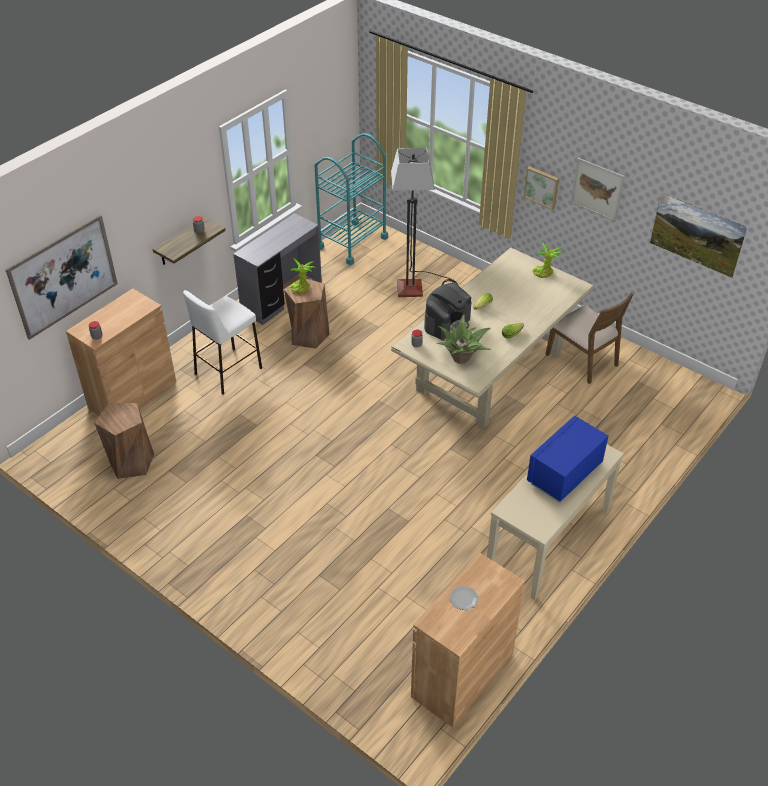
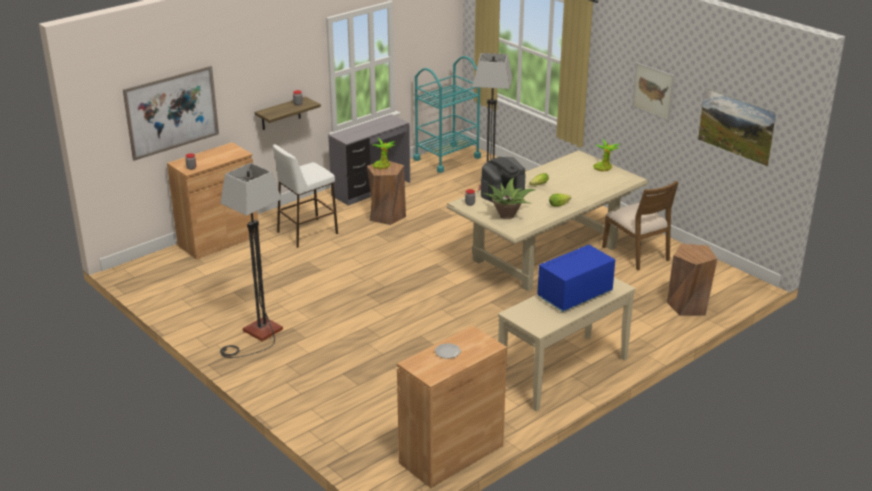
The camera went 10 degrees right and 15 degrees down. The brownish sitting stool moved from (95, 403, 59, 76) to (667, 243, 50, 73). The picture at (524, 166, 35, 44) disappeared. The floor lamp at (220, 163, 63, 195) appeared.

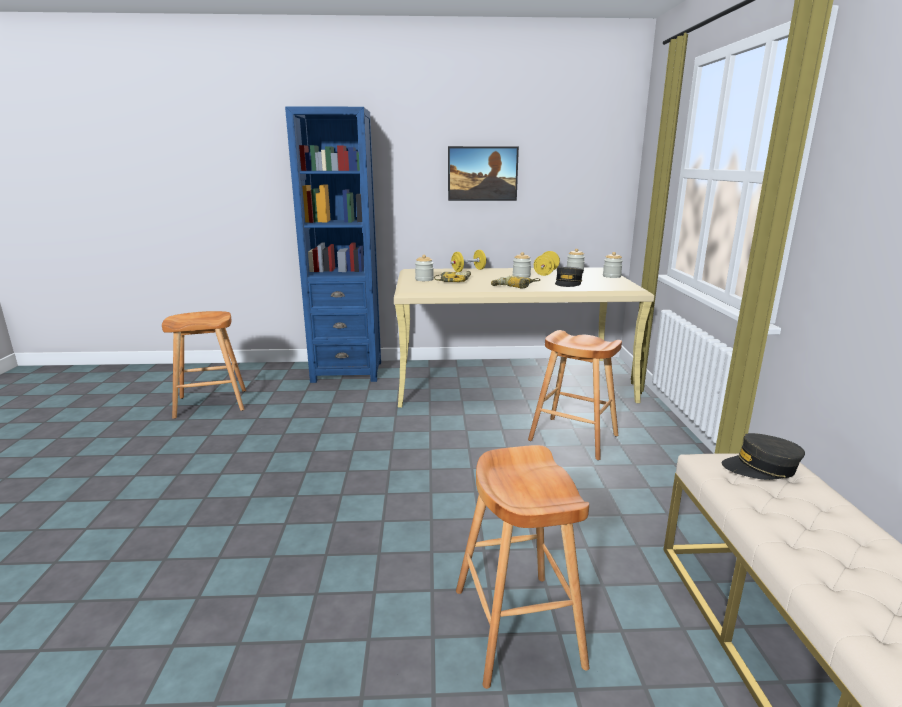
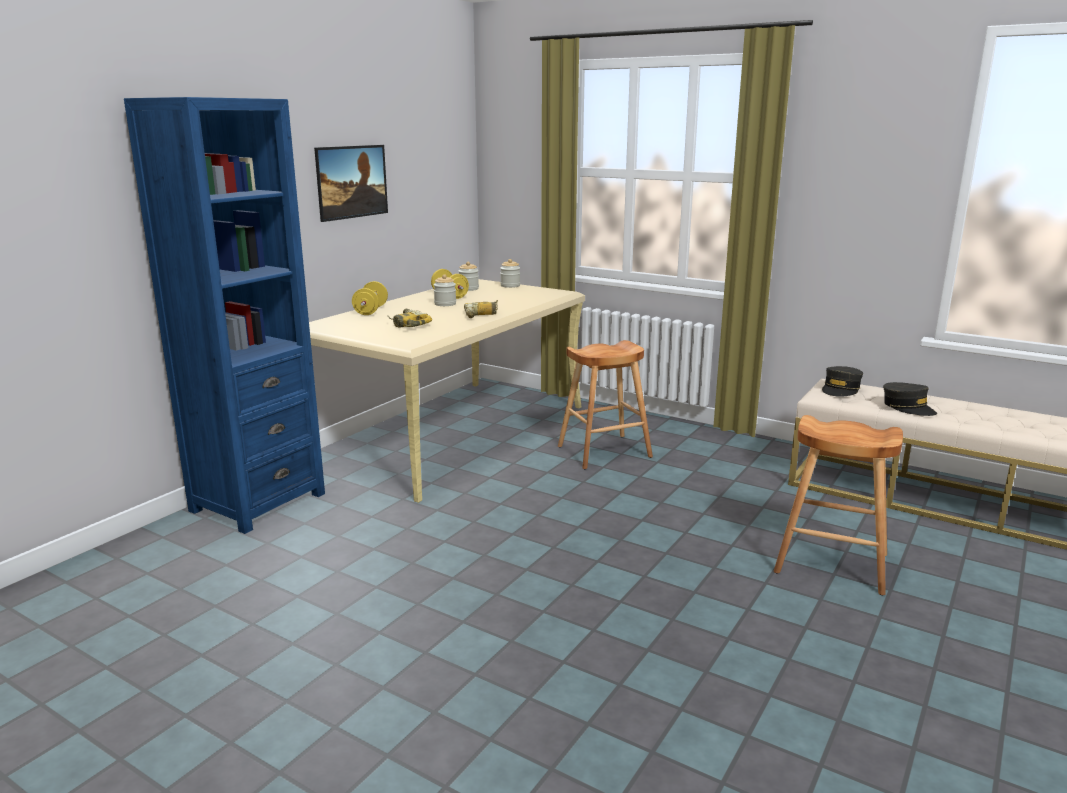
The camera went 55 degrees left and 0 degrees up. The brownish sitting stool at (162, 311, 84, 108) disappeared. The jar at (415, 255, 19, 26) disappeared. The grey cap moved from (555, 267, 28, 20) to (883, 382, 54, 34).

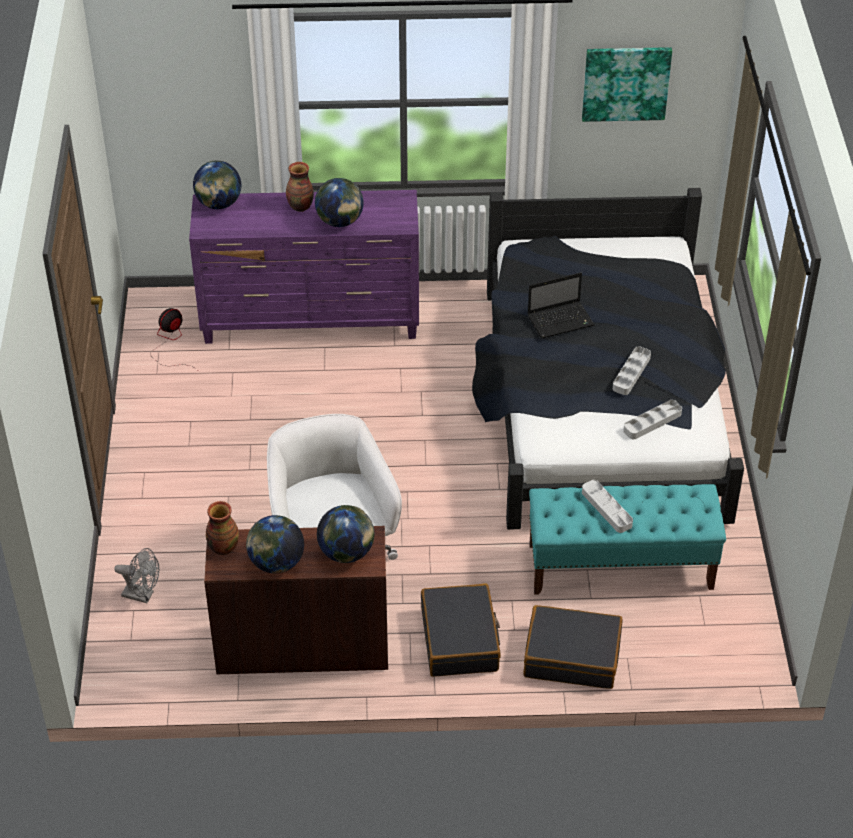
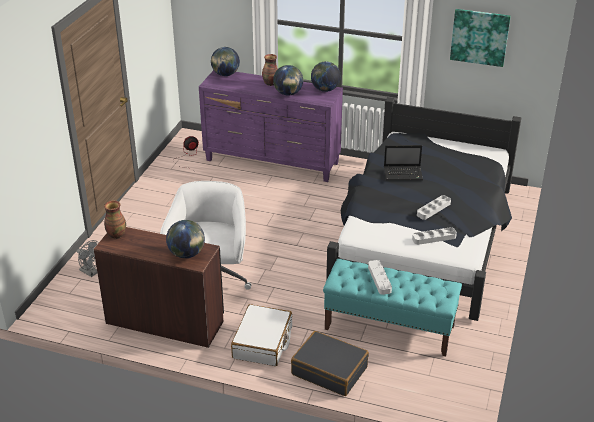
The camera went 20 degrees right and 10 degrees down. The world globe moved from (246, 515, 58, 58) to (311, 61, 30, 31). The black piece of luggage at (421, 583, 80, 94) became the white piece of luggage at (231, 304, 61, 62).

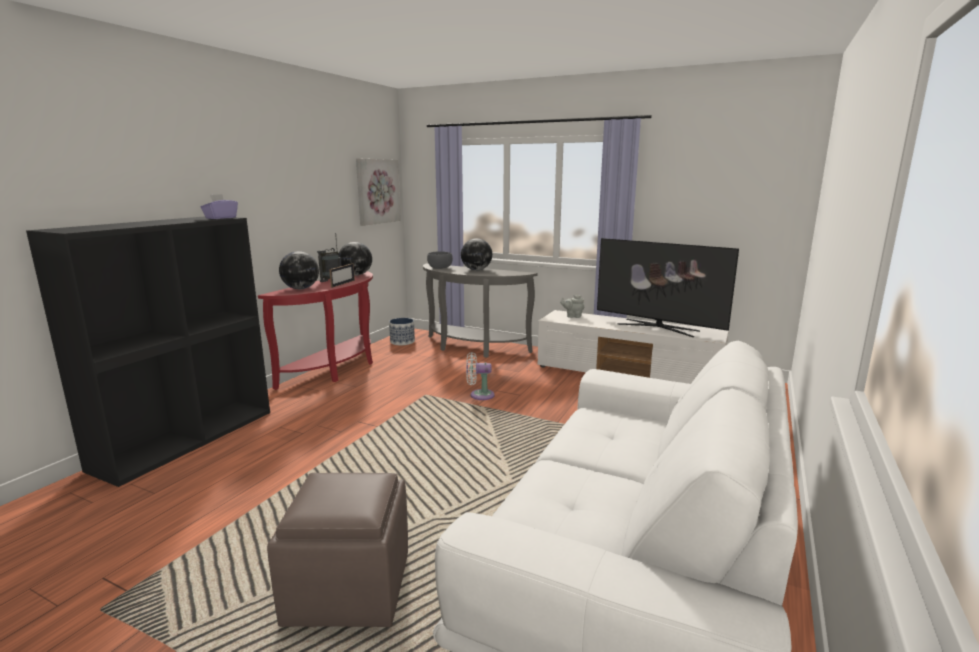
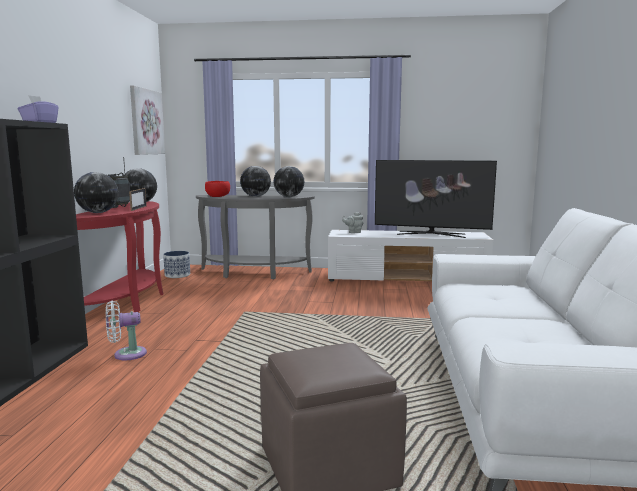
The camera went 20 degrees left and 5 degrees down. The grey serving bowl at (427, 251, 26, 18) became the red-coloured serving bowl at (205, 181, 25, 16). The white cooling fan moved from (466, 352, 29, 48) to (106, 301, 41, 59). The world globe at (274, 166, 30, 31) appeared.

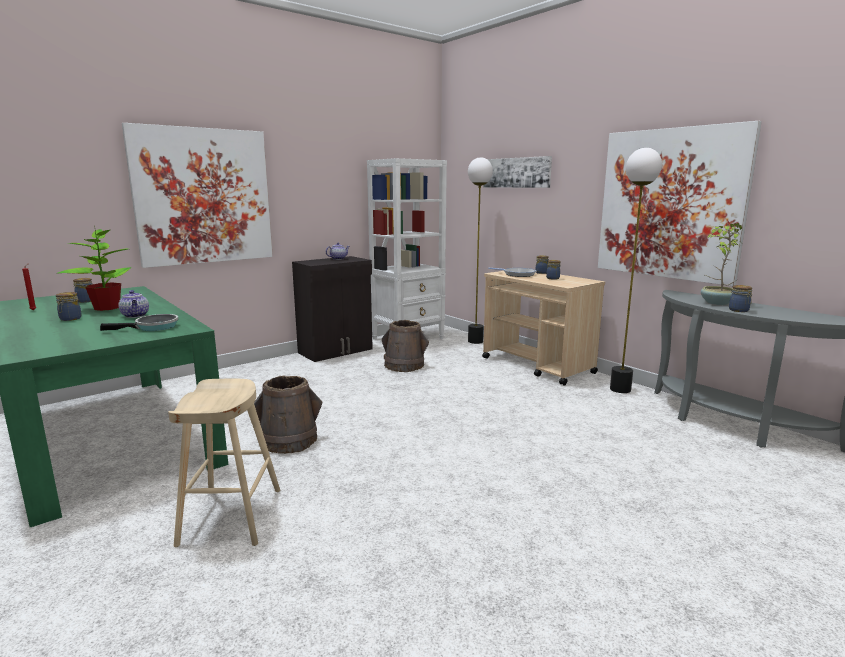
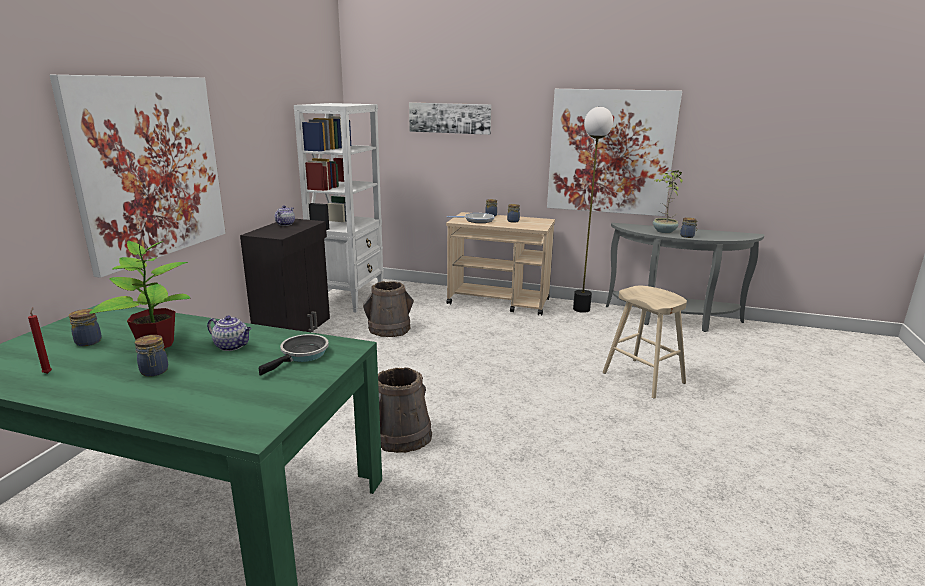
The camera went 35 degrees left and 5 degrees up. The beige-coloured sitting stool moved from (168, 379, 112, 168) to (603, 286, 84, 113). The floor lamp at (468, 157, 25, 187) disappeared.

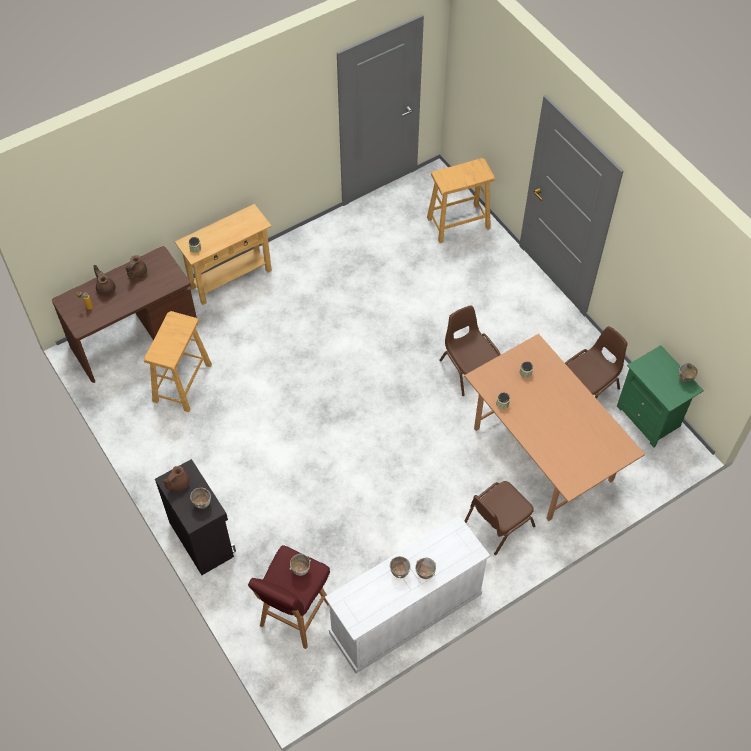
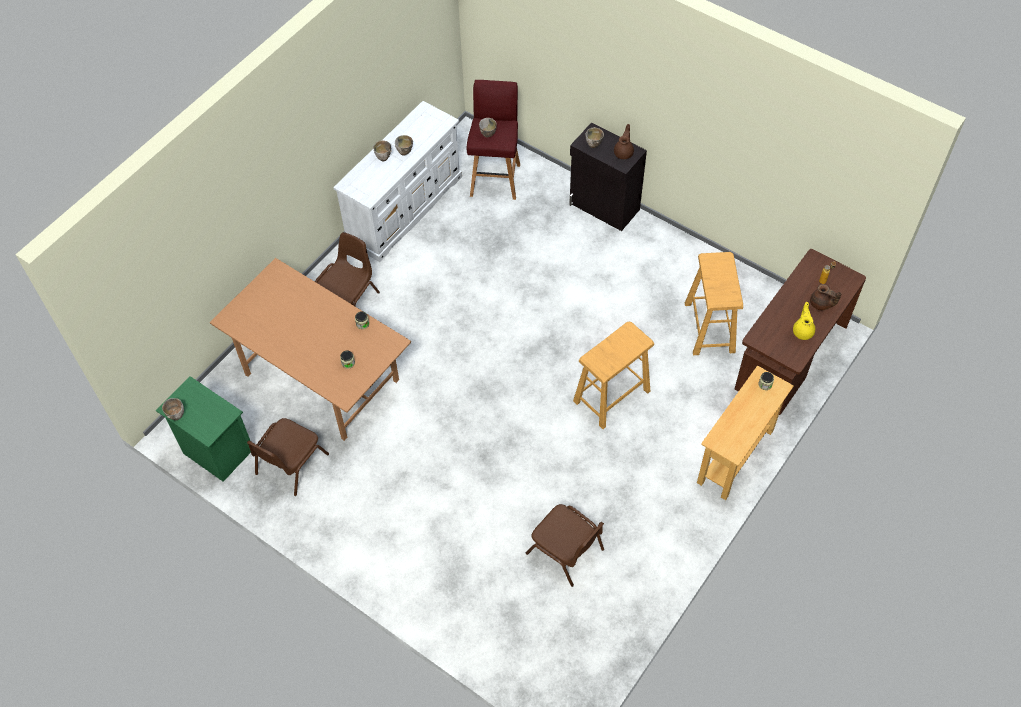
The camera went 160 degrees right and 0 degrees up. The brownish pot for tea at (126, 255, 21, 24) became the yellow pot for tea at (793, 302, 22, 38). The beige-coloured sitting stool moved from (427, 158, 68, 85) to (573, 321, 81, 108). The brownish upright chair moved from (439, 305, 62, 91) to (526, 504, 78, 83).

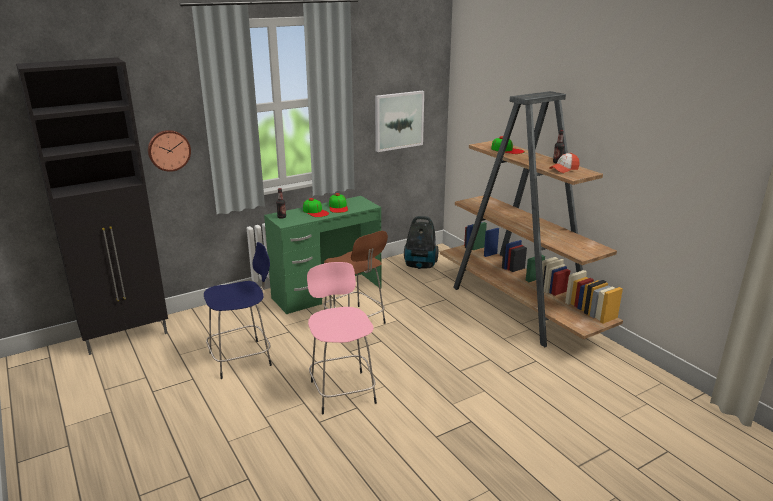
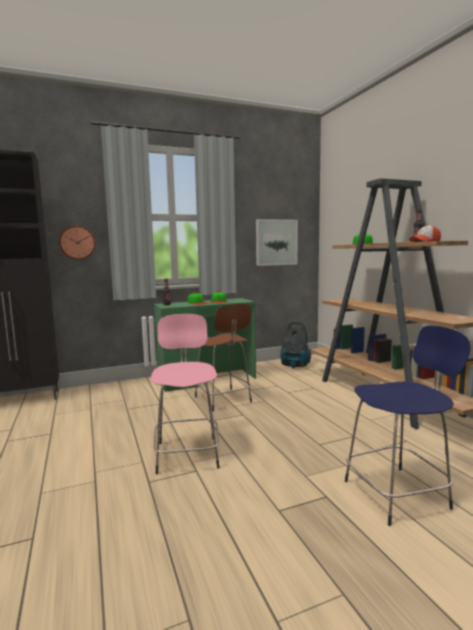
The camera went 10 degrees right and 15 degrees down. The blue sitting stool moved from (204, 242, 68, 137) to (345, 326, 126, 200).

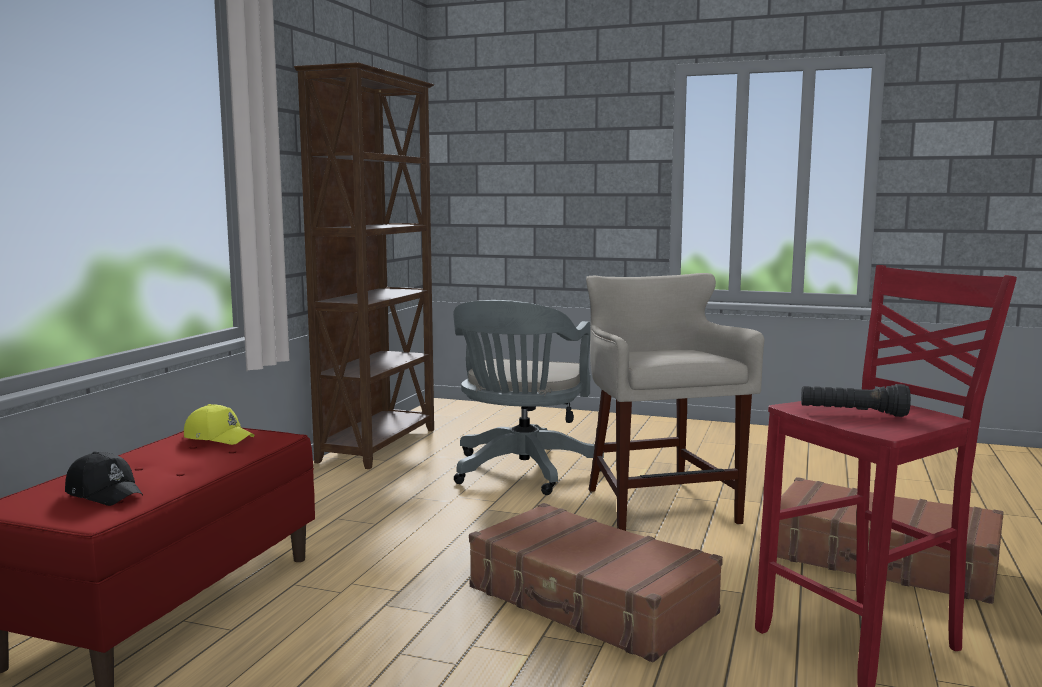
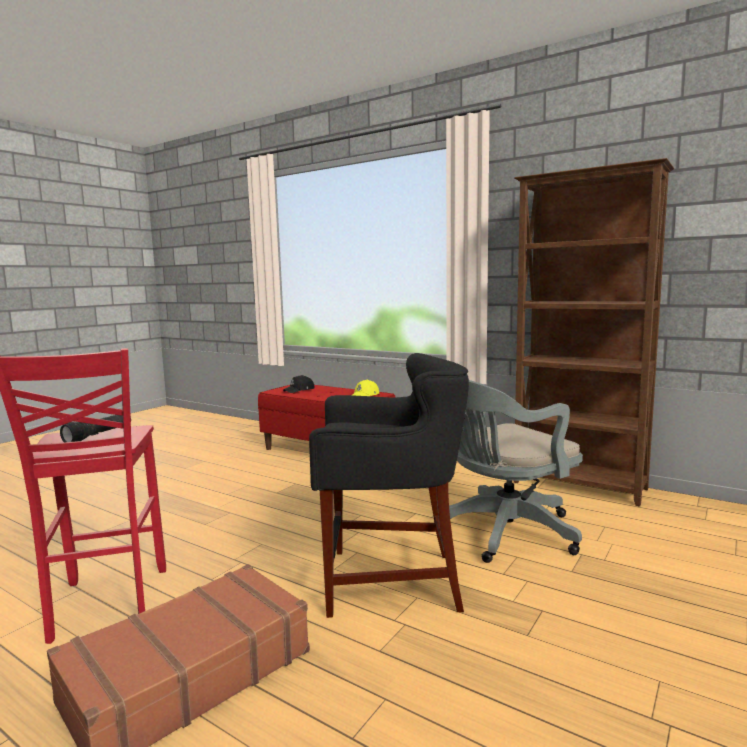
The camera went 105 degrees right and 0 degrees up. The grey office chair at (453, 300, 151, 195) turned 60 degrees counterclockwise. The brownish piece of luggage at (469, 503, 254, 159) disappeared. The beige-coloured sitting stool at (586, 273, 179, 258) became the black sitting stool at (309, 353, 160, 265).

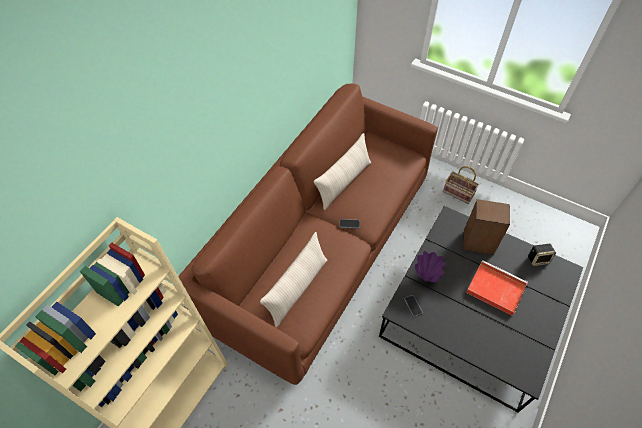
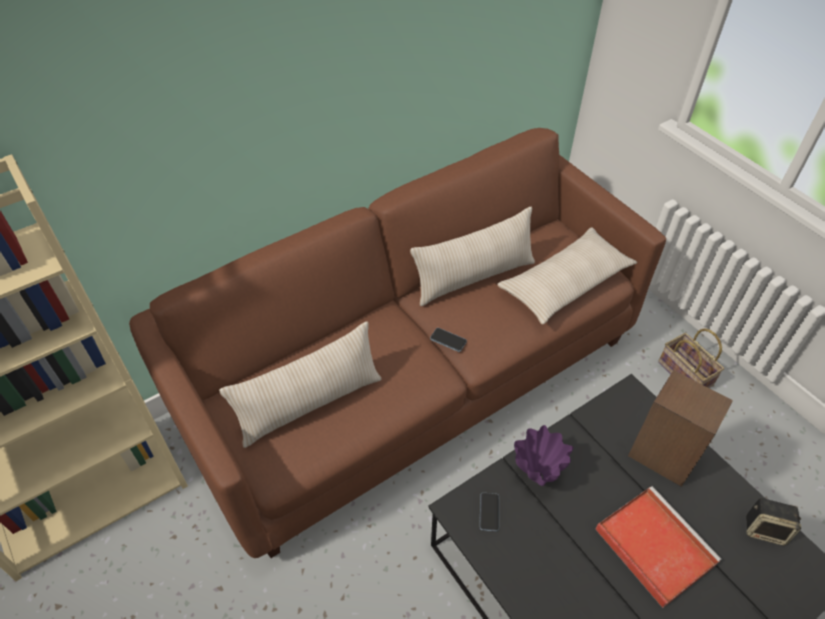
The camera went 25 degrees right and 5 degrees down. The beige-coloured throw pillow at (497, 227, 140, 98) appeared.

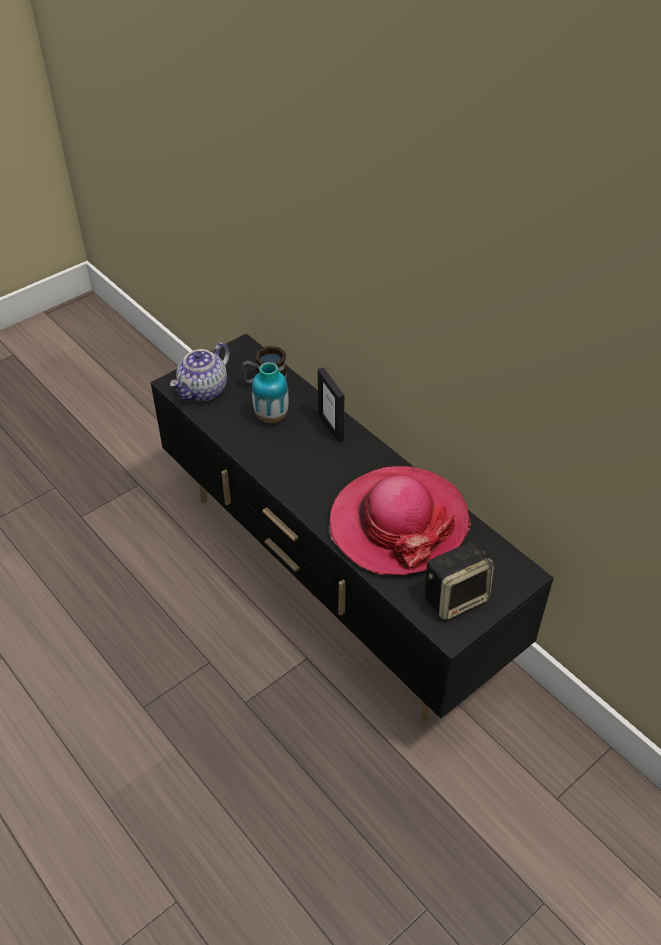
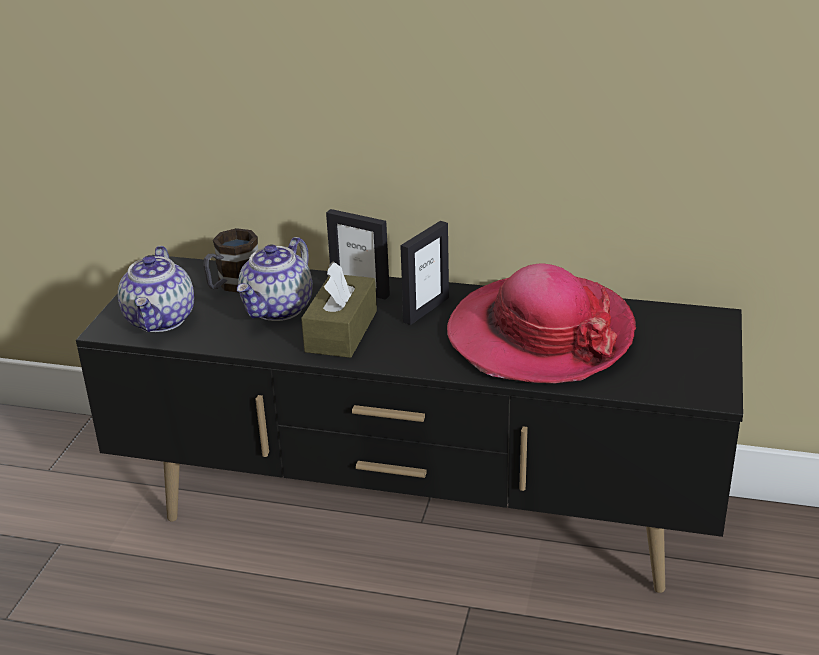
The camera went 35 degrees left and 15 degrees down. The flower vase at (252, 362, 37, 61) was replaced by the pot for tea at (237, 237, 75, 84). The speaker at (425, 542, 69, 78) disappeared. The brownish tissue box at (301, 262, 76, 96) appeared. The photo frame at (400, 221, 49, 104) appeared.

